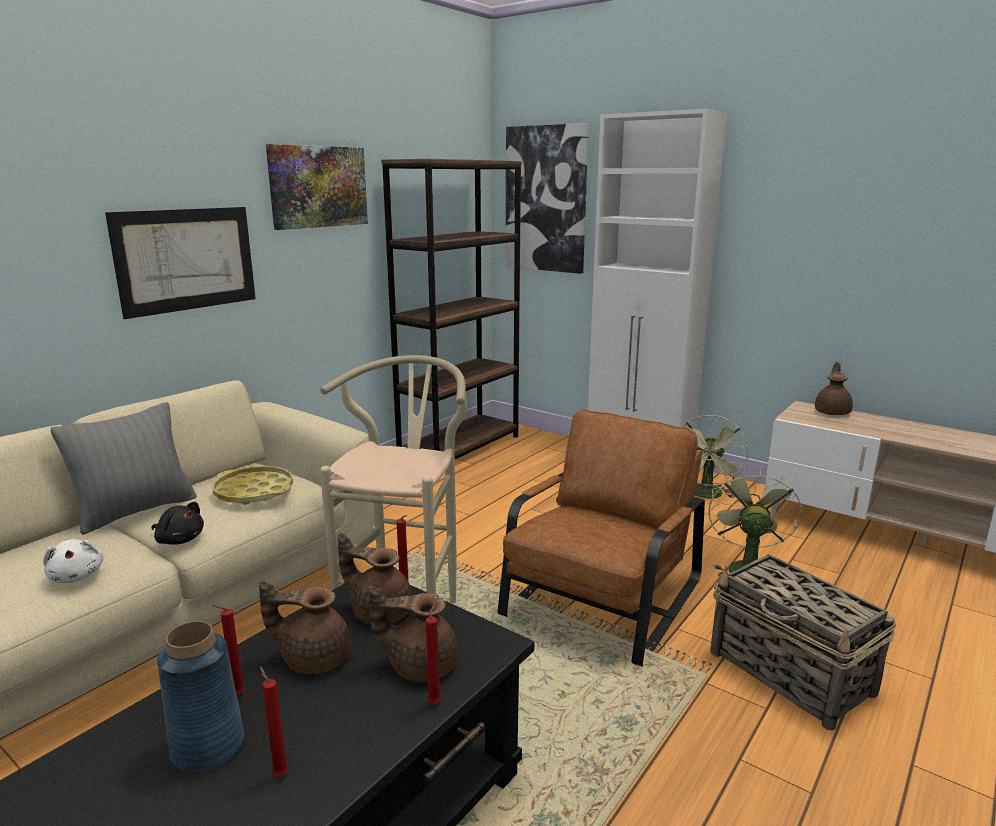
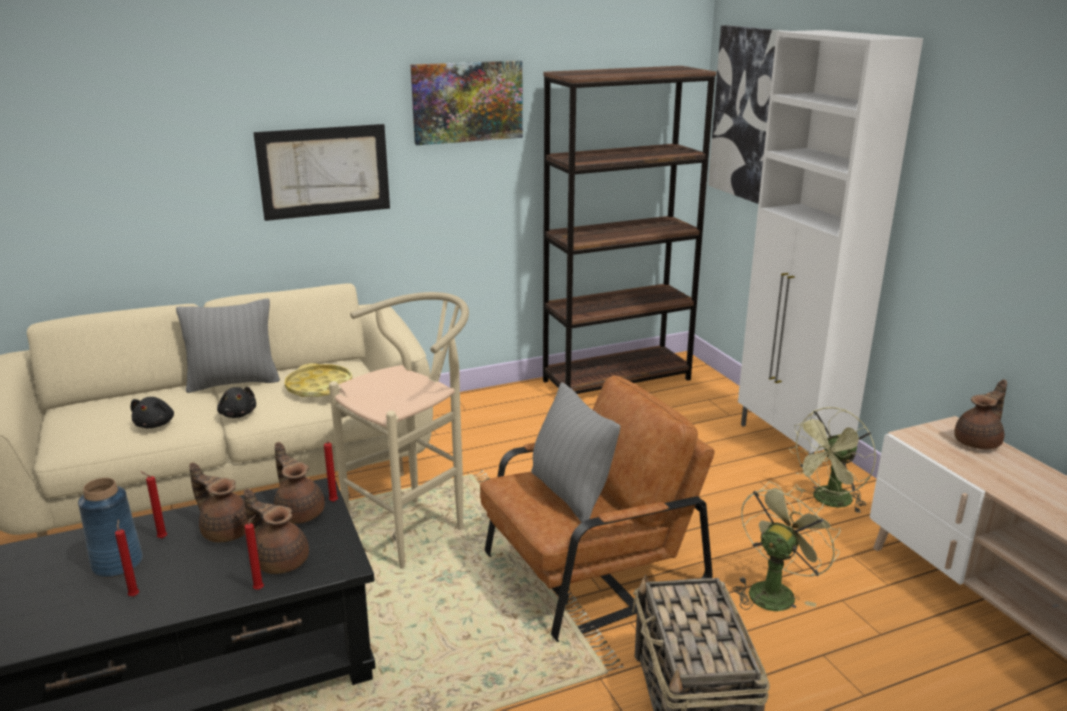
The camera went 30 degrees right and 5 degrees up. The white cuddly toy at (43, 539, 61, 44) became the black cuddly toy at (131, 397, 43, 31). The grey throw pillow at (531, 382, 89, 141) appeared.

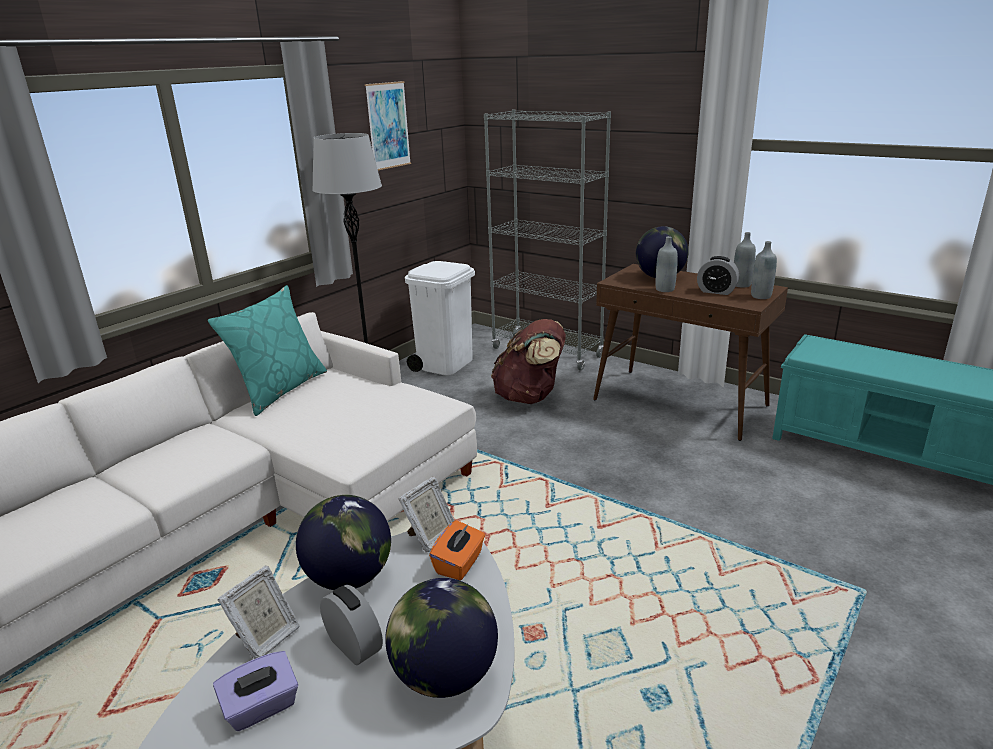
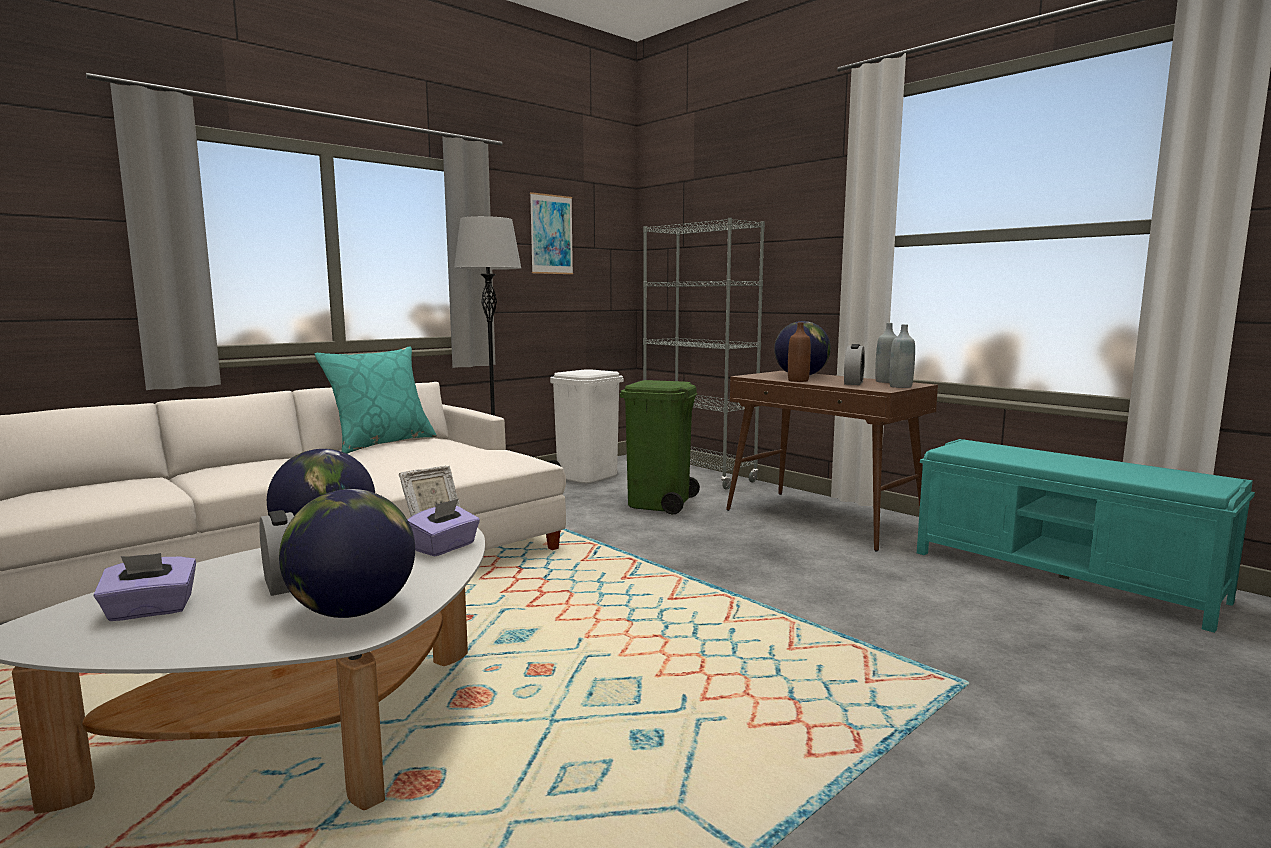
The camera went 10 degrees right and 15 degrees down. The photo frame at (217, 565, 83, 94) disappeared. The orangey tissue box at (429, 520, 56, 60) became the purple-coloured tissue box at (407, 498, 73, 59). The brownish knapsack at (491, 319, 75, 85) was replaced by the green-coloured waste bin at (619, 380, 81, 134). The grey bottle at (656, 236, 22, 56) became the brownish bottle at (788, 322, 23, 60). The table clock at (697, 256, 42, 39) turned 105 degrees counterclockwise.

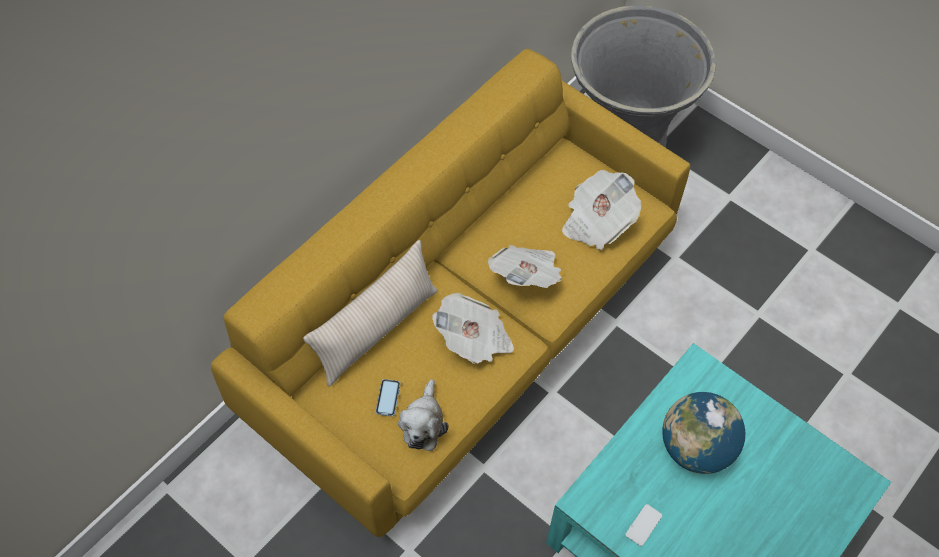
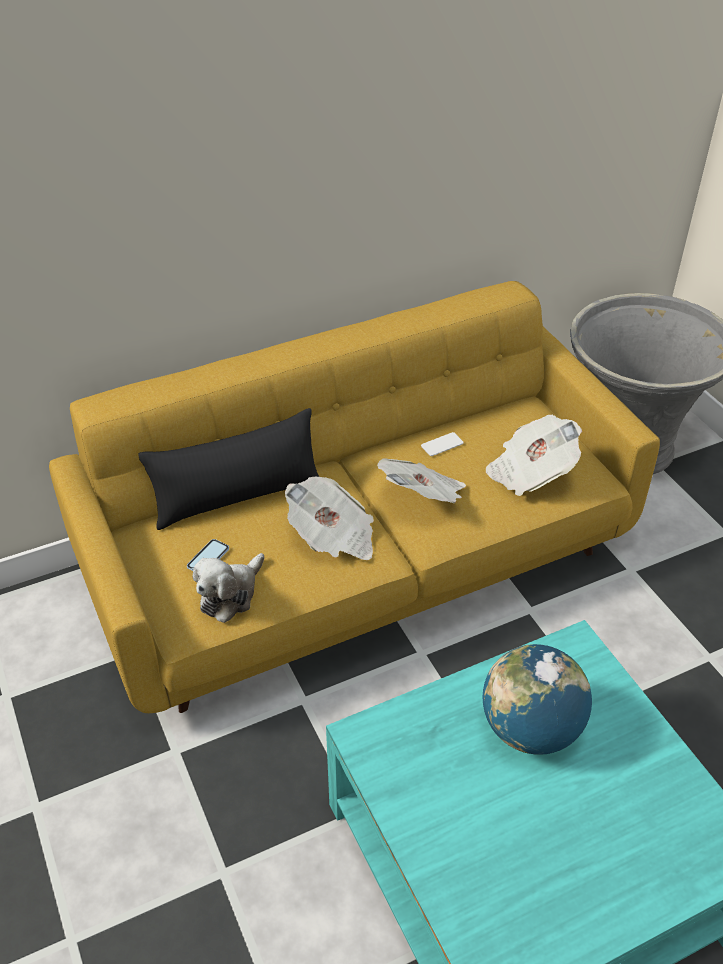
The camera went 25 degrees right and 15 degrees down. The beige-coloured throw pillow at (303, 240, 135, 147) became the black throw pillow at (138, 408, 181, 122). The phone moved from (625, 504, 37, 42) to (421, 432, 42, 24).

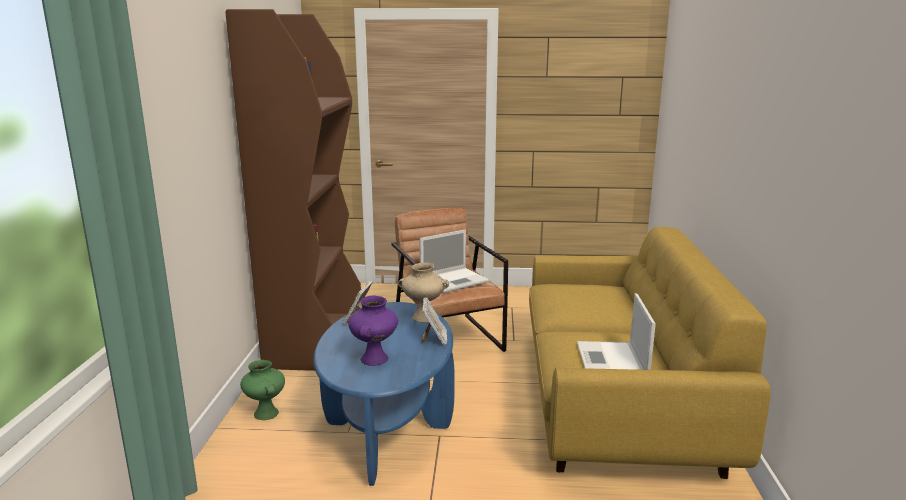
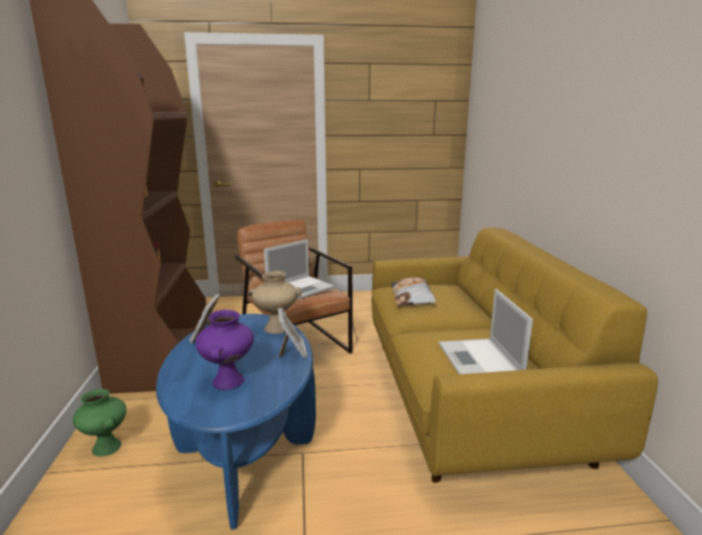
The camera went 10 degrees left and 0 degrees up. The throw pillow at (391, 277, 45, 29) appeared.

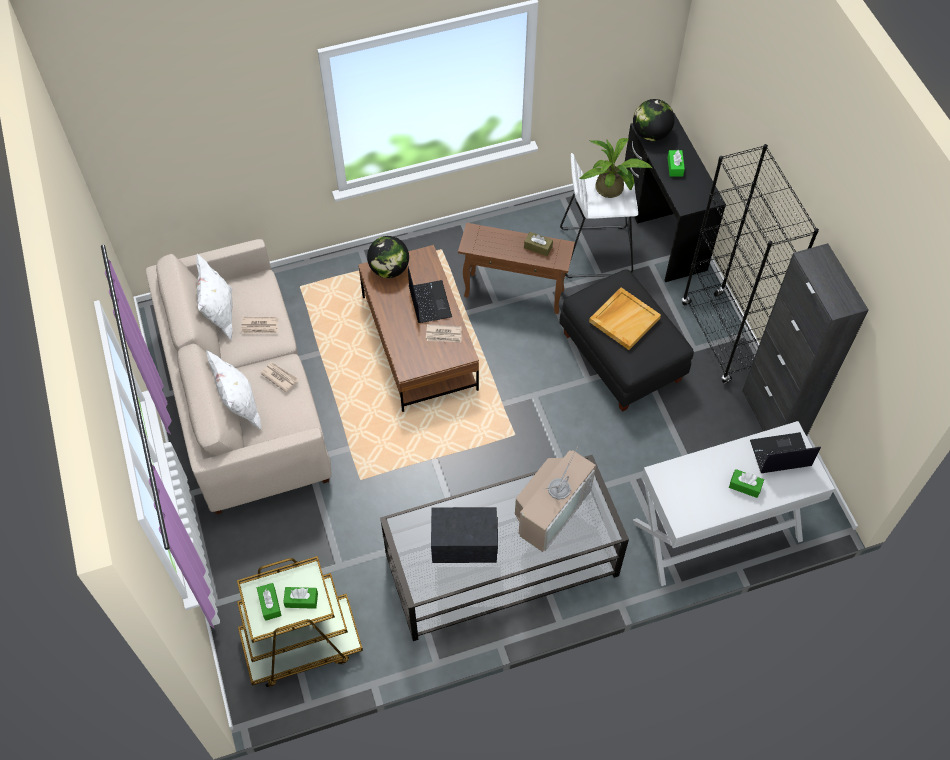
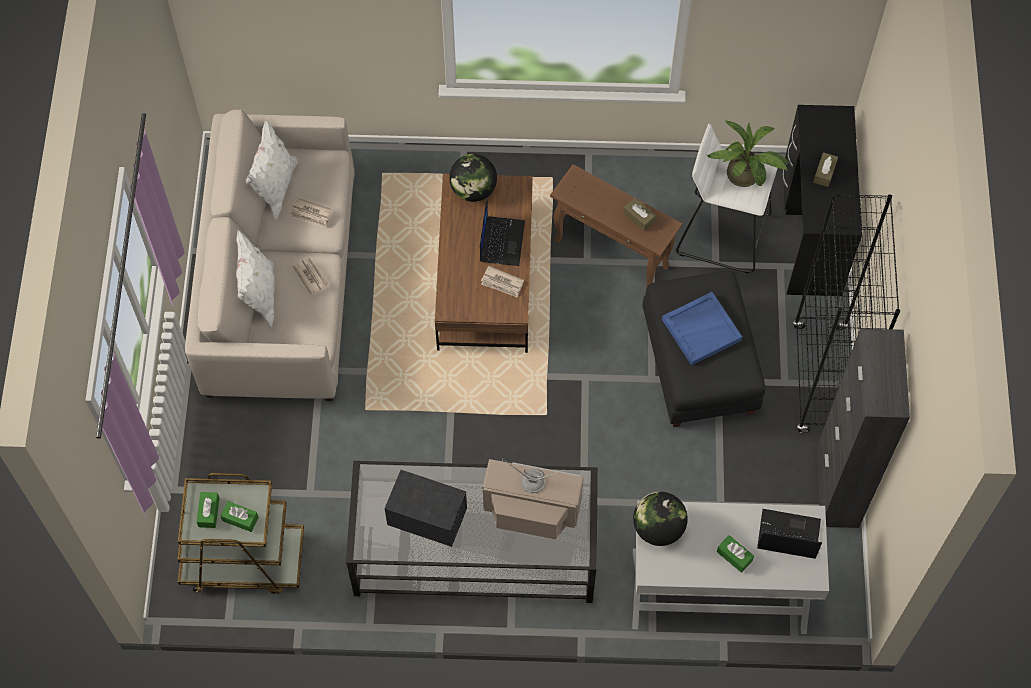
The camera went 20 degrees right and 5 degrees up. The TV at (515, 446, 81, 106) turned 135 degrees counterclockwise. The beige-coloured serving tray at (589, 288, 72, 62) became the blue serving tray at (662, 292, 80, 73). The world globe moved from (633, 99, 42, 42) to (633, 492, 55, 54). The green-coloured tissue box at (667, 150, 18, 27) became the brownish tissue box at (813, 152, 25, 35).

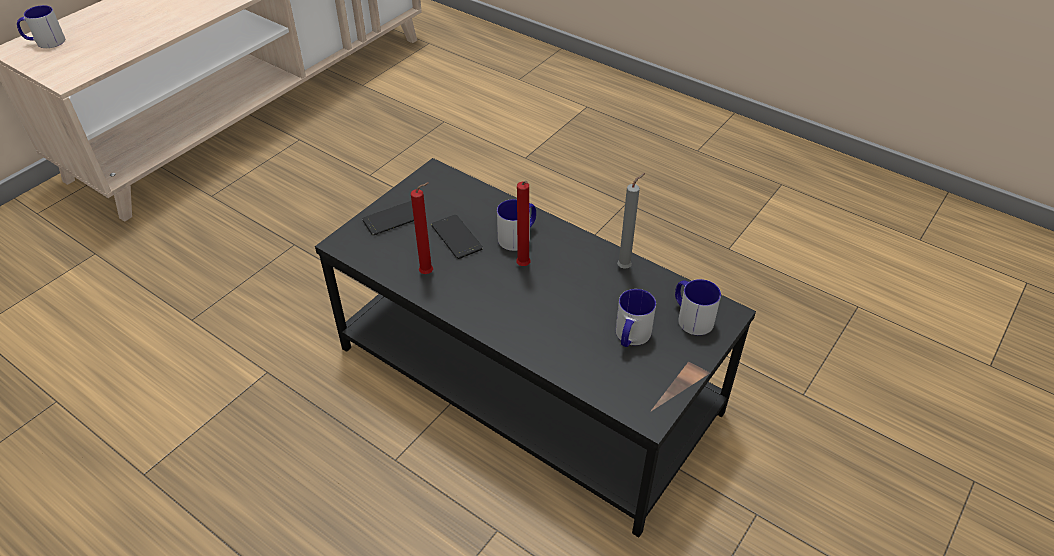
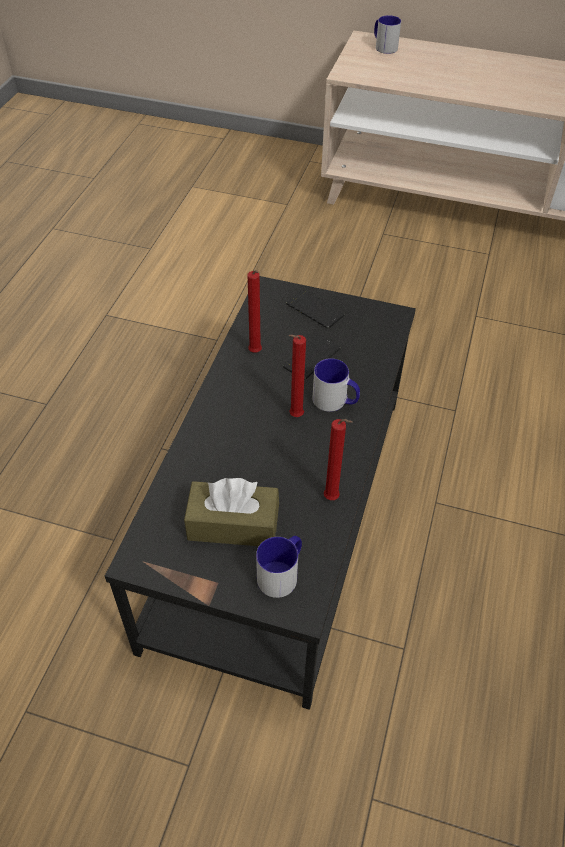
The camera went 70 degrees right and 5 degrees up. The mug at (616, 289, 40, 58) was replaced by the brownish tissue box at (184, 478, 95, 68). The grey candle at (617, 173, 28, 96) became the red-coloured candle at (324, 419, 29, 81).

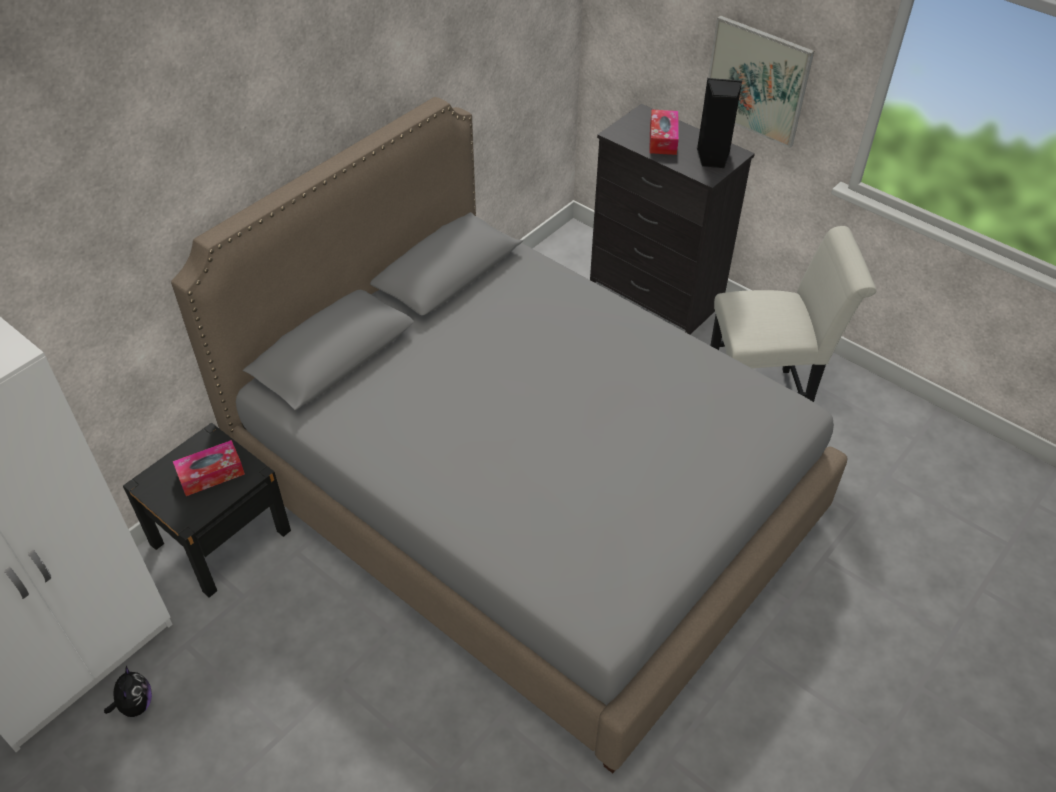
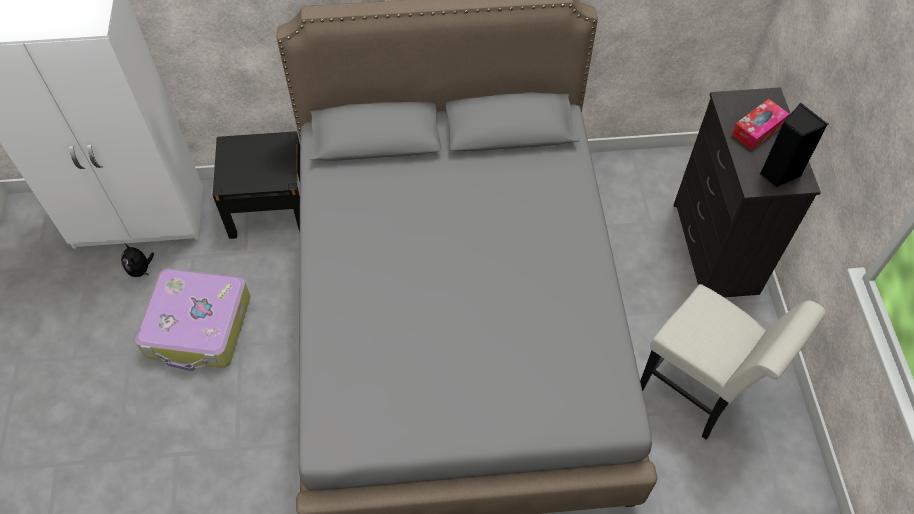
The camera went 45 degrees right and 10 degrees up. The cuddly toy at (104, 665, 48, 52) turned 120 degrees clockwise. The tissue box at (173, 440, 72, 56) disappeared. The picture at (708, 15, 106, 133) disappeared. The piece of luggage at (135, 269, 115, 102) appeared.

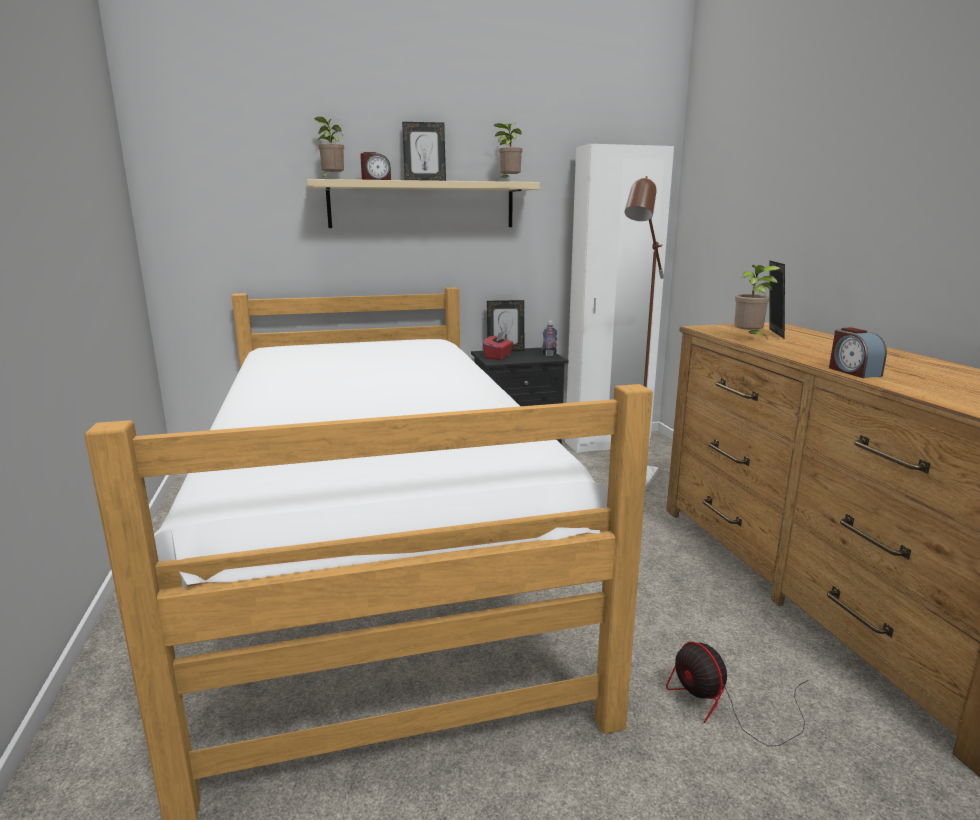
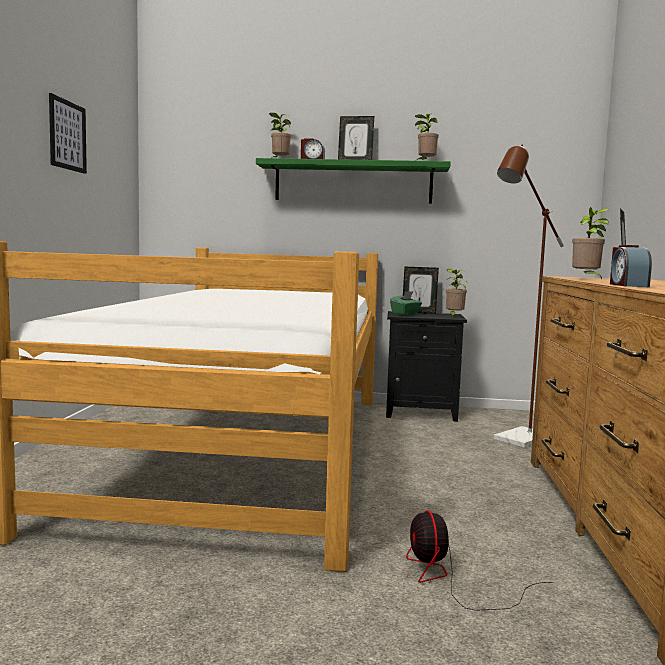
The camera went 20 degrees right and 10 degrees down. The beige-coloured shelf at (307, 179, 233, 49) became the green-coloured shelf at (256, 158, 195, 46). The red-coloured tissue box at (483, 331, 30, 29) became the green-coloured tissue box at (390, 291, 32, 25). The bottle at (542, 321, 15, 35) was replaced by the potted plant at (446, 269, 22, 47). The white clothes cupboard at (565, 144, 109, 309) disappeared. The picture at (49, 93, 38, 81) appeared.

